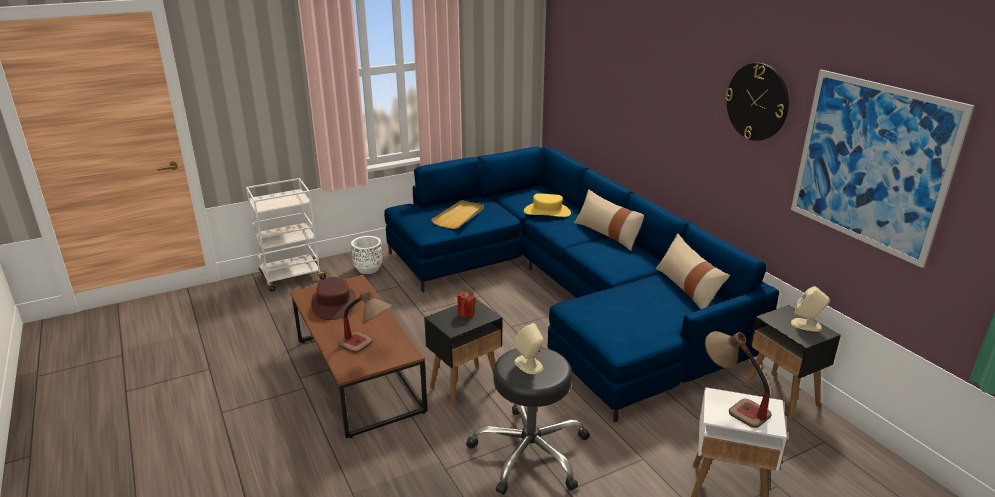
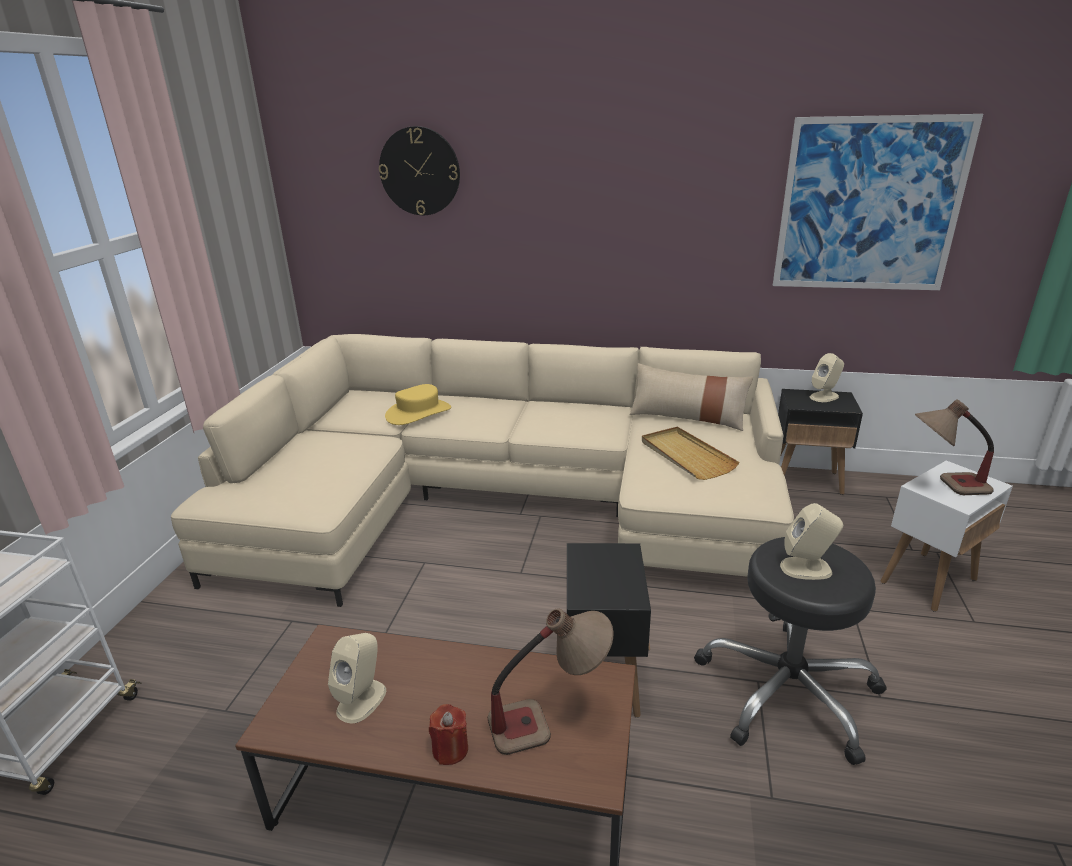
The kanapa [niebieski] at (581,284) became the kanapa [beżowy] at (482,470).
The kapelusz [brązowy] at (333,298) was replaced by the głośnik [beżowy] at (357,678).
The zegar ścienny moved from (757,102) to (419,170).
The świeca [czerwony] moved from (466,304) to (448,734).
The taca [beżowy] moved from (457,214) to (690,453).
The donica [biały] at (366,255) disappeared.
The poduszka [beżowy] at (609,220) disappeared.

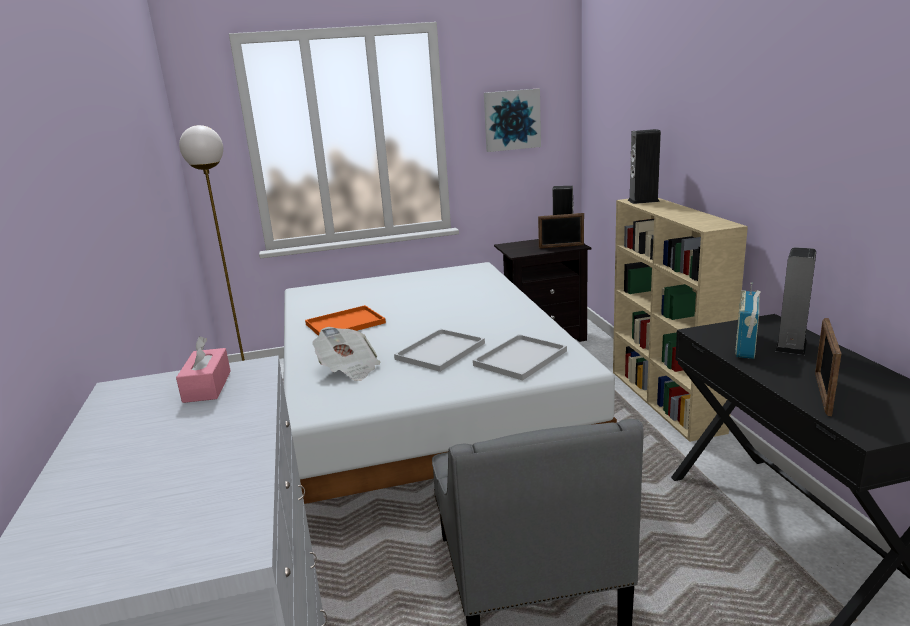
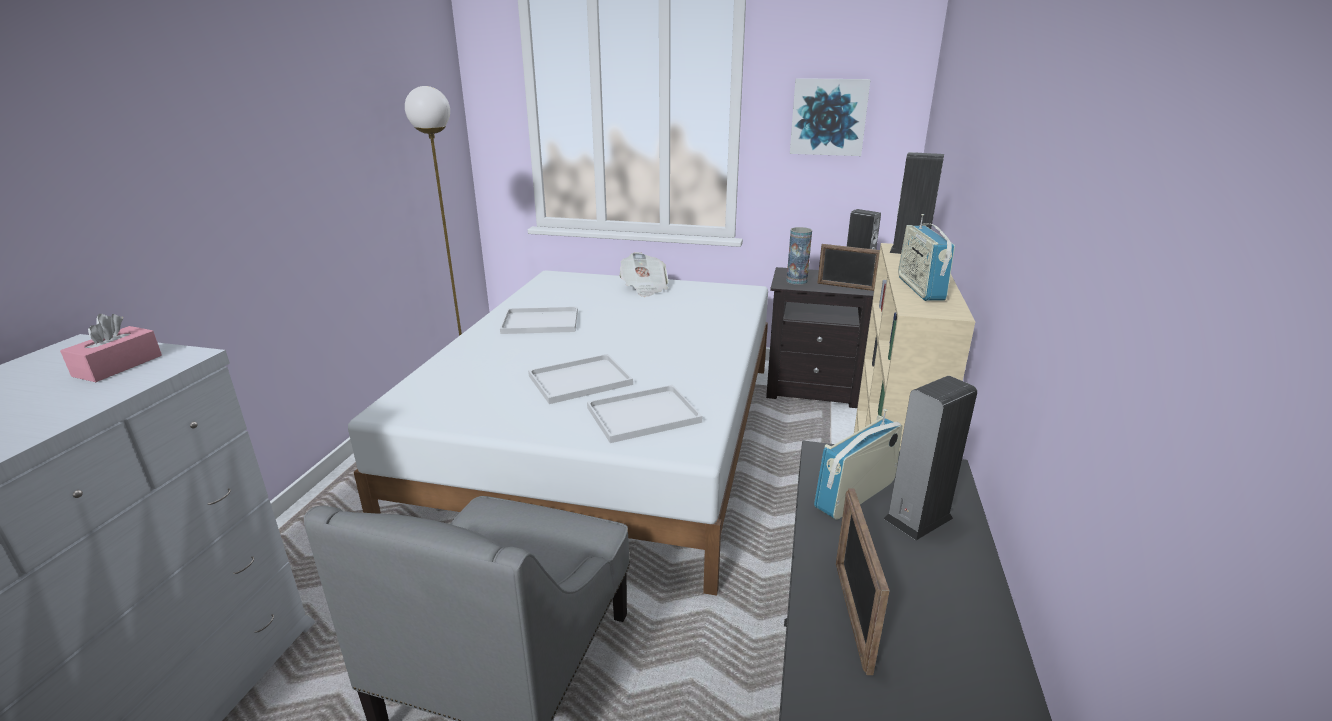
The taca [pomarańczowy] at (345,320) became the taca [biały] at (539,320).
The gazeta moved from (346,354) to (643,274).
The wazon at (799,256) appeared.
The ramka na zdjęcie at (828,367) turned 45 degrees counterclockwise.
The radio at (926,257) appeared.

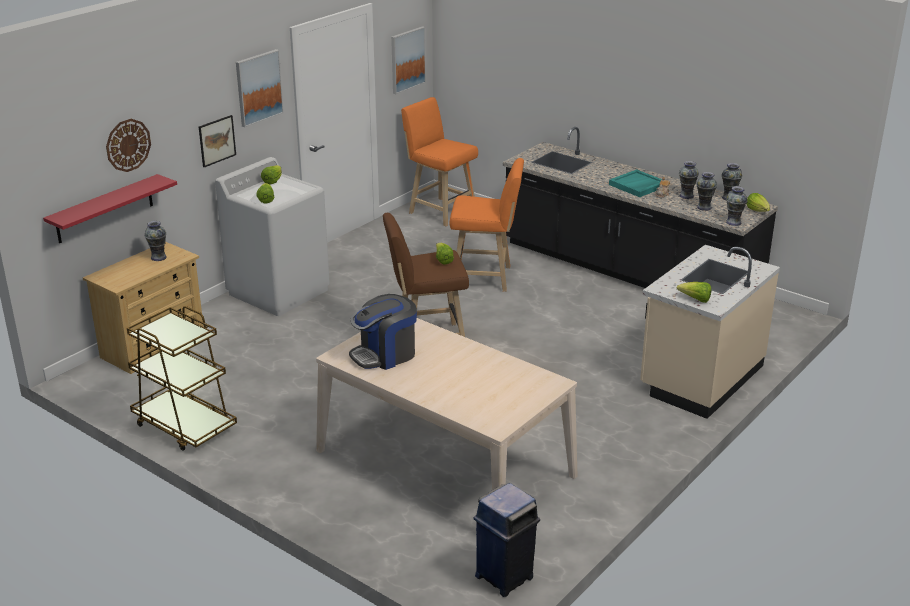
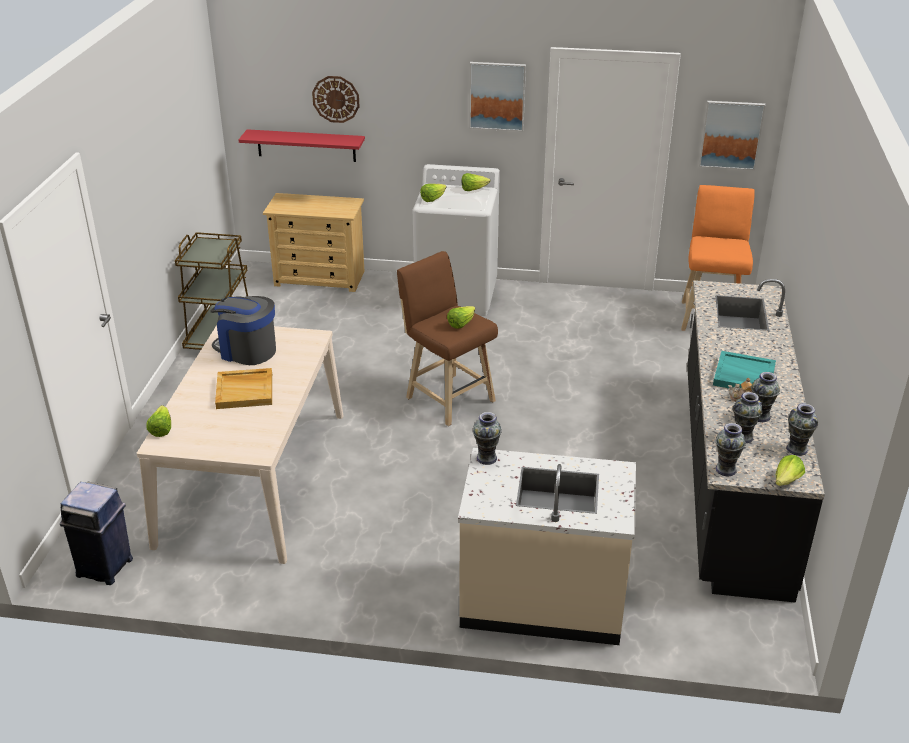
The sałata moved from (693,292) to (158,421).
The taca [beżowy] at (243,388) appeared.
The wazon moved from (156,241) to (487,438).
The obraz at (217,141) disappeared.
The stołek [pomarańczowy] at (486,225) disappeared.

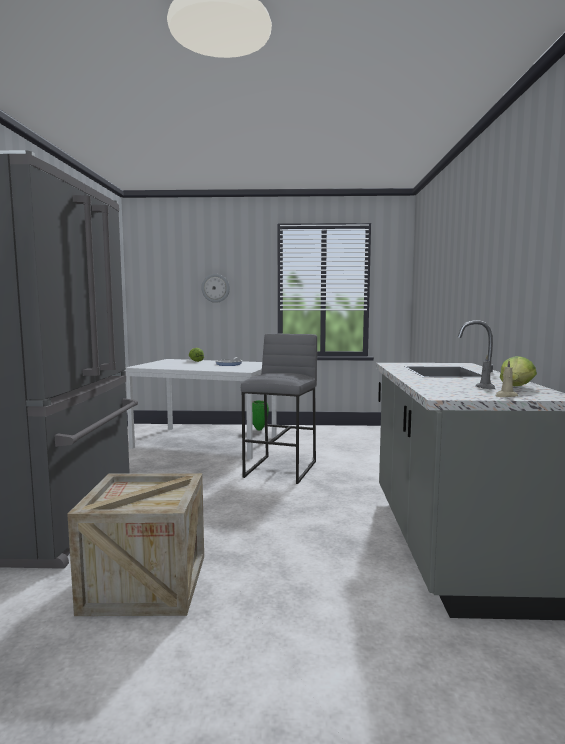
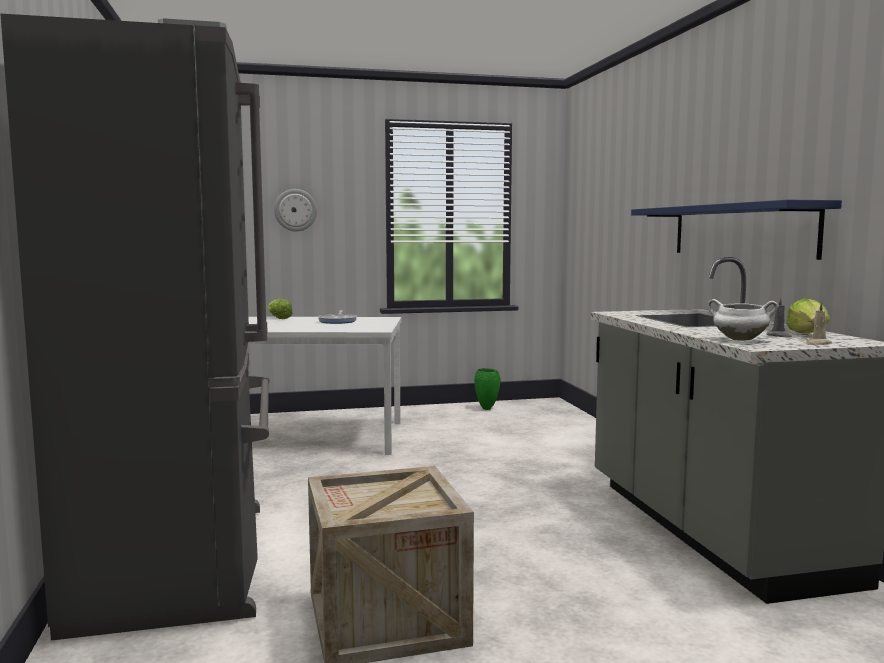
The wazon [zielony] moved from (260,415) to (487,389).
The półka [niebieski] at (736,230) appeared.
The garnek [biały] at (743,320) appeared.
The stołek [szary] at (279,408) disappeared.

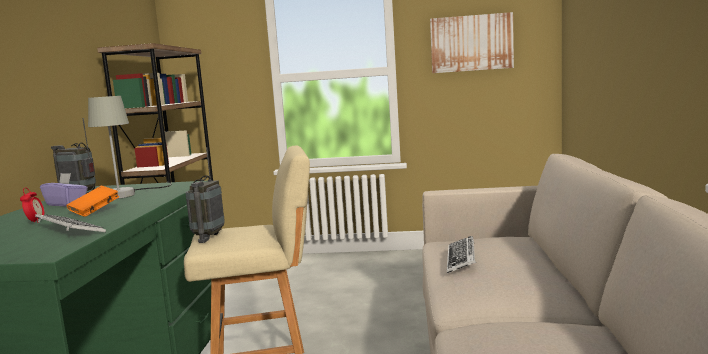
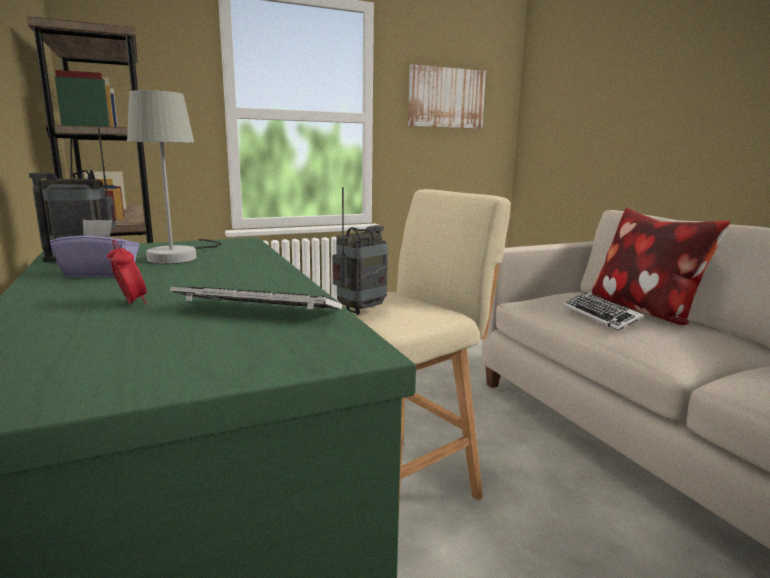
The radio at (205,195) turned 120 degrees counterclockwise.
The poduszka at (660,266) appeared.
The książka [pomarańczowy] at (92,201) disappeared.

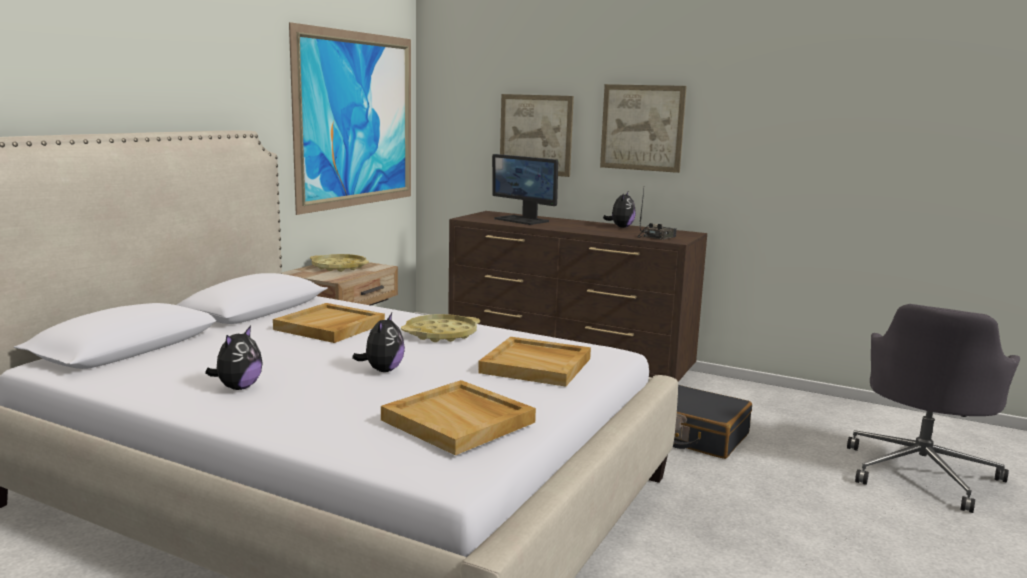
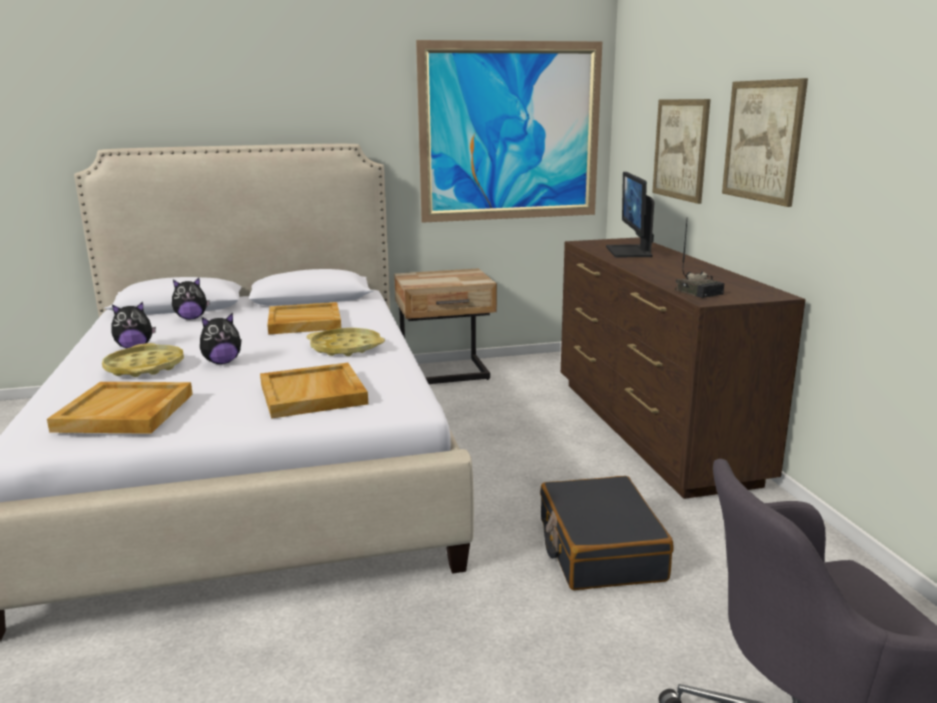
The taca [żółty] moved from (339,263) to (143,360).
The pluszak moved from (619,210) to (191,298).
The radio at (657,215) turned 60 degrees clockwise.

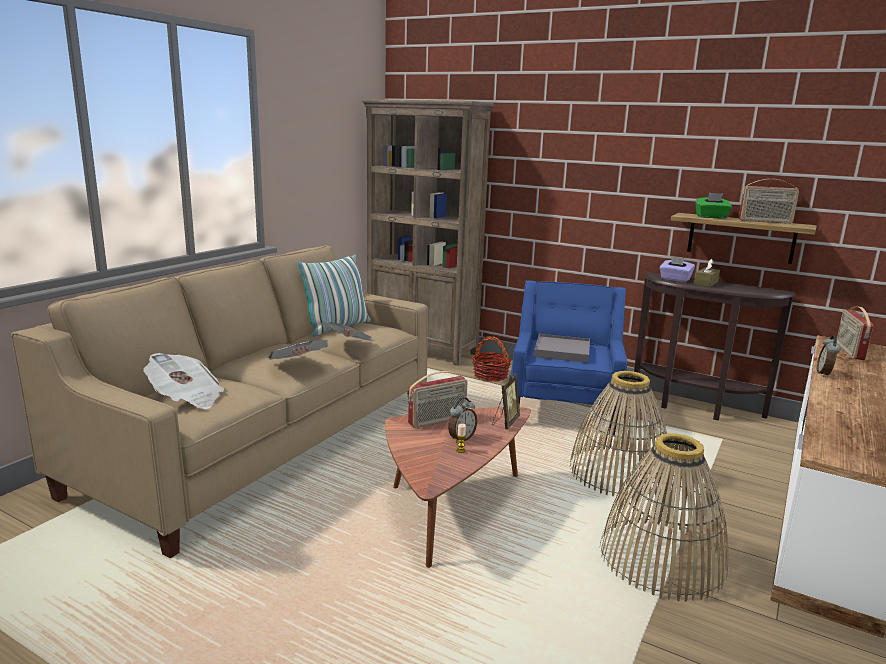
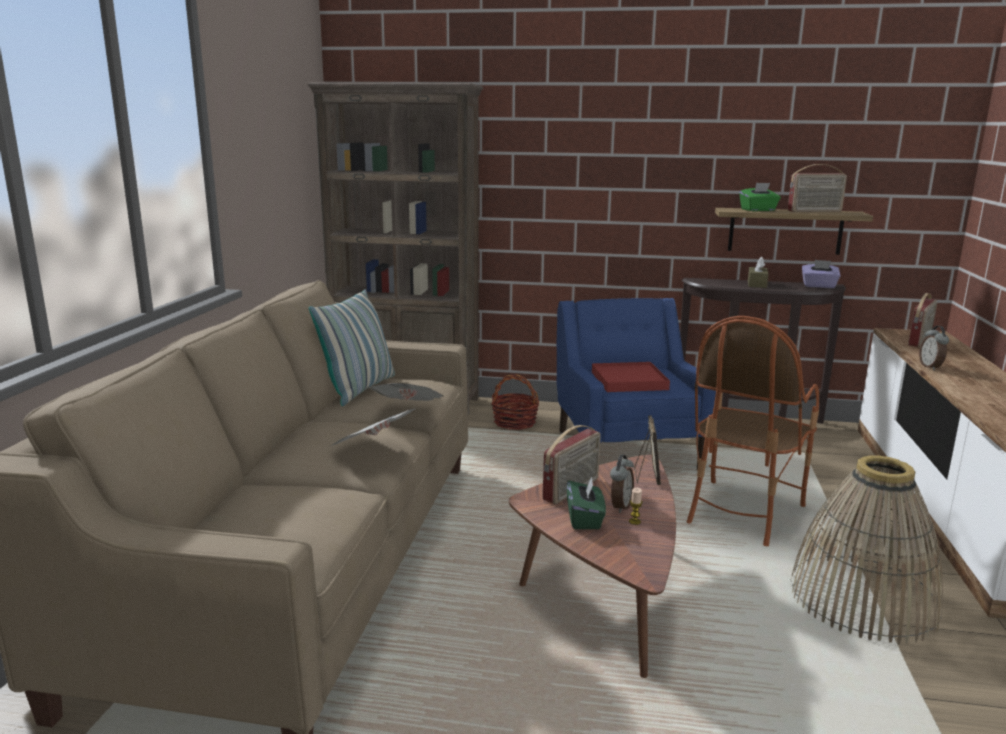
The pudełko chusteczek [zielony] at (586,503) appeared.
The taca [szary] at (562,348) became the taca [czerwony] at (631,377).
The koszyk at (619,434) was replaced by the fotel at (752,431).
The pudełko chusteczek [fioletowy] moved from (677,269) to (821,274).
The radio at (855,333) turned 135 degrees counterclockwise.
The gazeta at (184,381) disappeared.

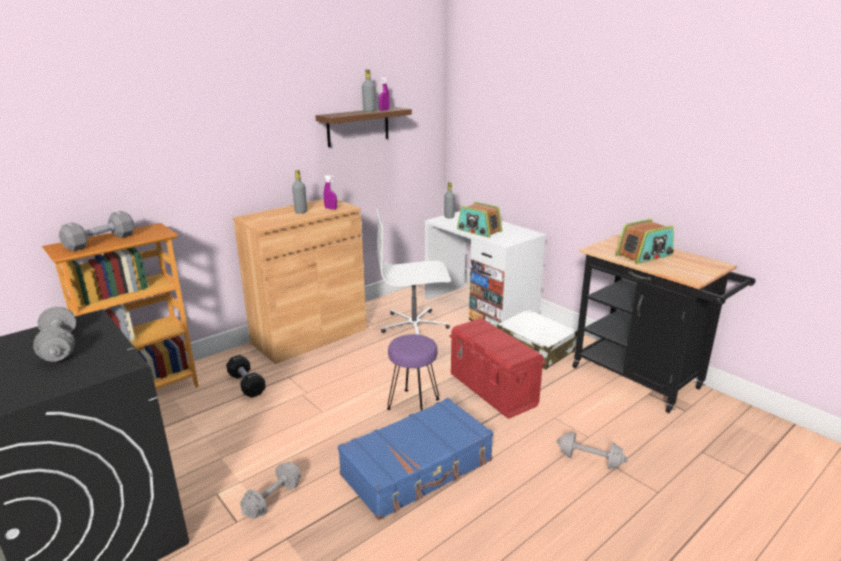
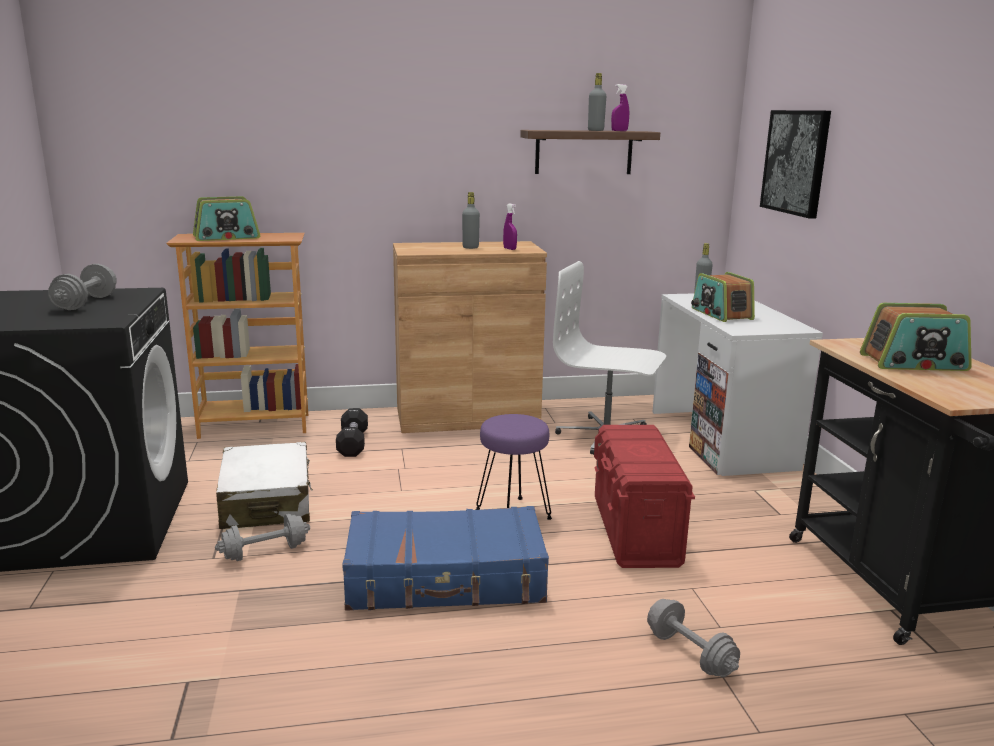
The hantel [szary] at (97,231) was replaced by the radio at (226,218).
The walizka [biały] moved from (537,339) to (264,485).
The obraz at (795,164) appeared.

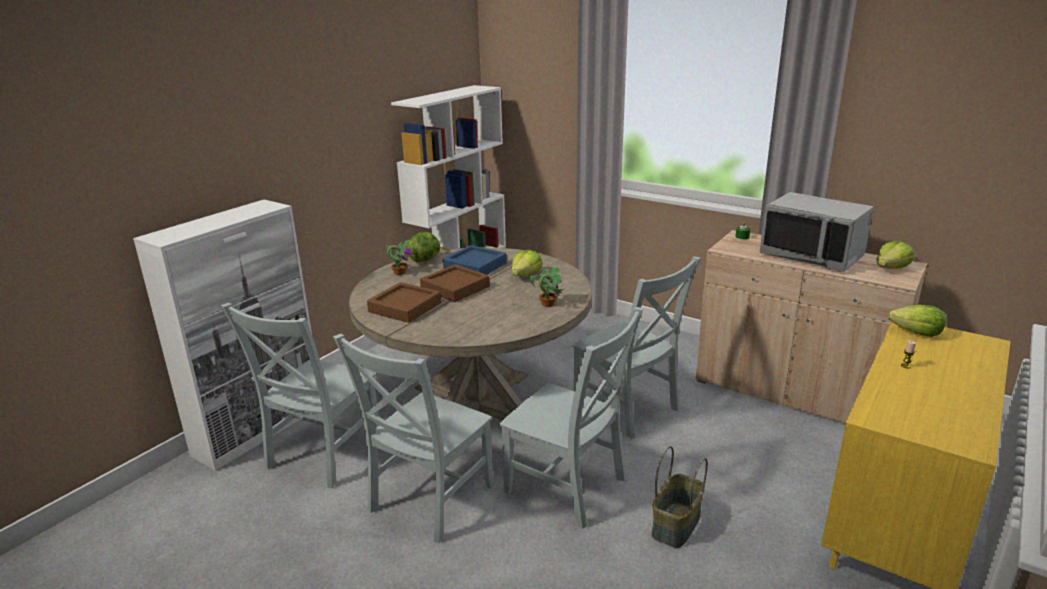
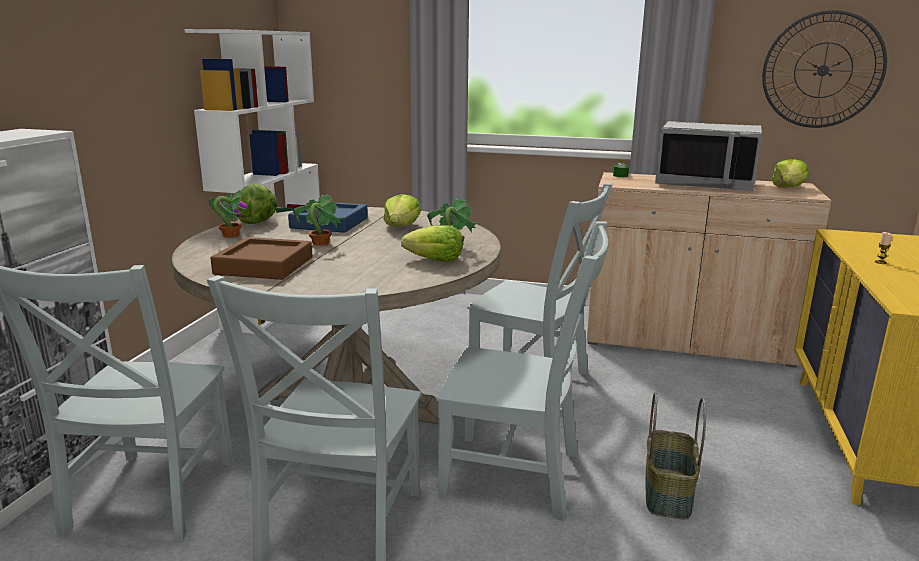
The taca [brązowy] at (455,283) was replaced by the roślina doniczkowa at (318,220).
The sałata moved from (917,321) to (432,243).
The zegar ścienny at (824,69) appeared.

